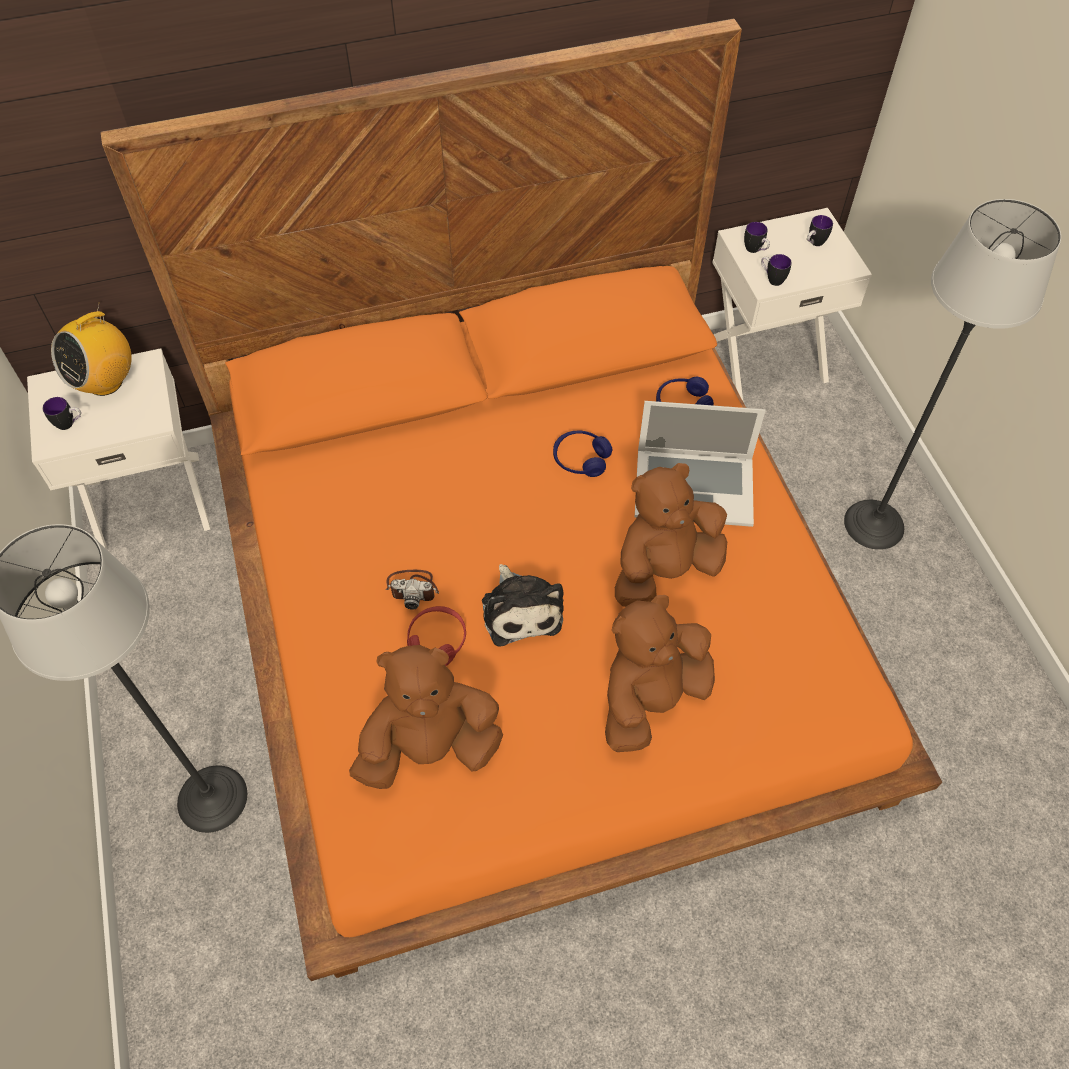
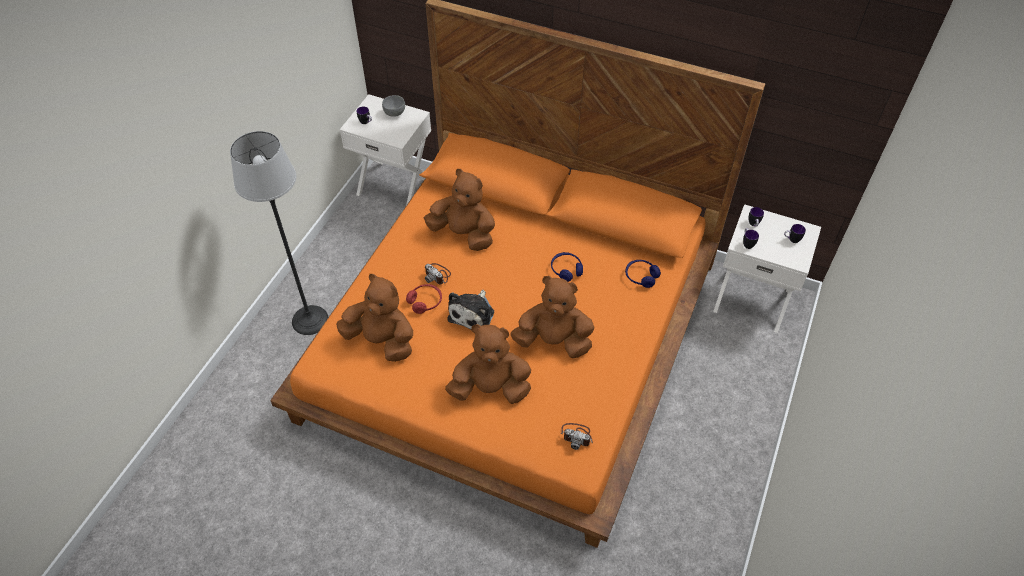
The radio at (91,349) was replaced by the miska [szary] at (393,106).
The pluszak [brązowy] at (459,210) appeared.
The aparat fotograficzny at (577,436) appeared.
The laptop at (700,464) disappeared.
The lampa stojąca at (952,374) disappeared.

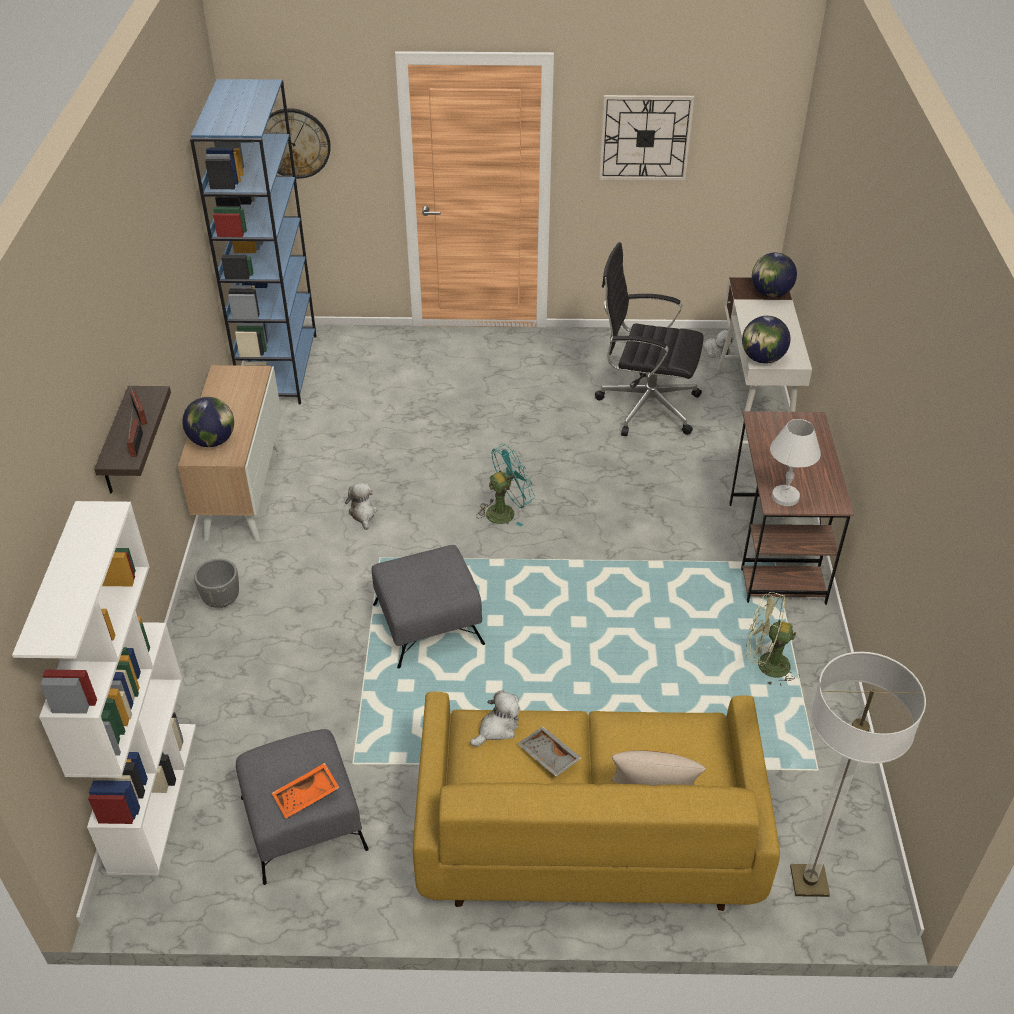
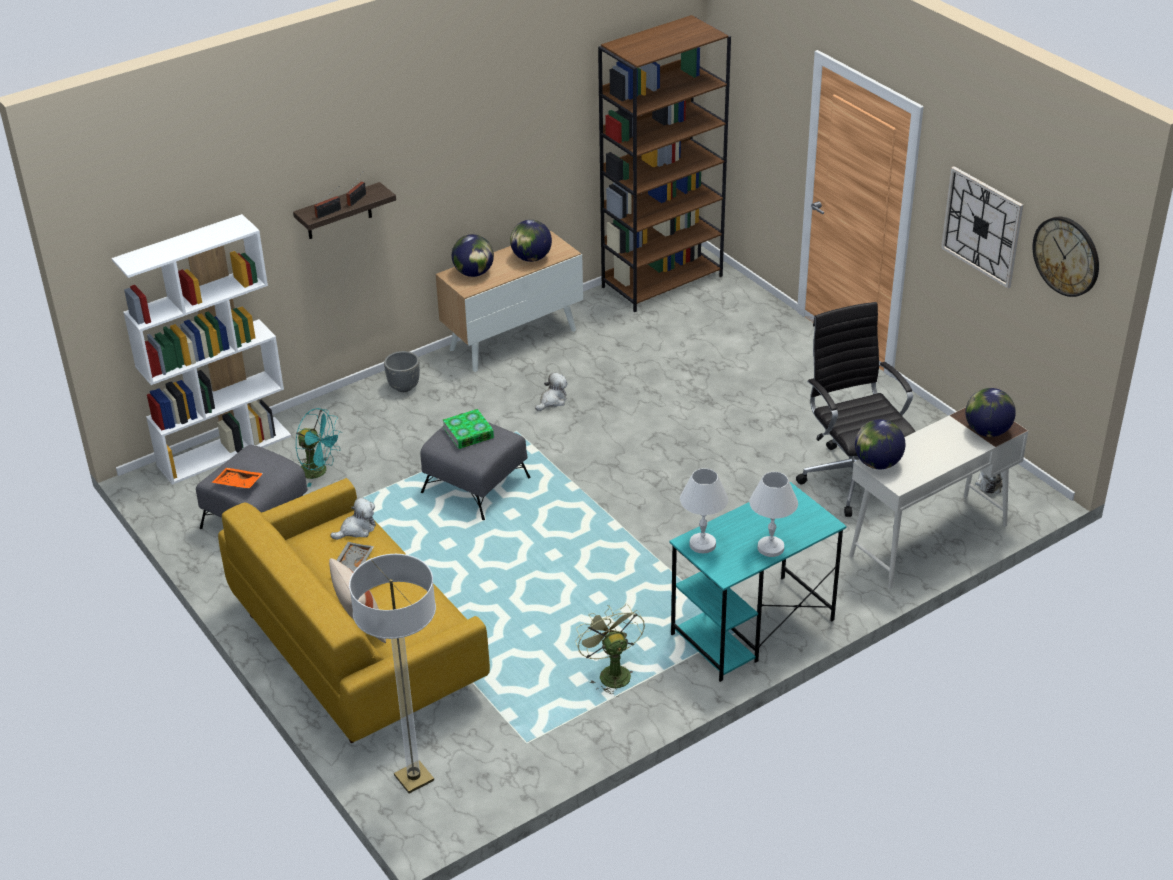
The wentylator [turkusowy] moved from (505,485) to (319,447).
The pluszak at (495,718) turned 45 degrees counterclockwise.
The książka at (468,429) appeared.
The globus at (531,241) appeared.
The regał [niebieski] at (253,241) became the regał [brązowy] at (664,163).
The biurko [brązowy] at (791,508) became the biurko [turkusowy] at (757,582).
The lampa stołowa [biały] at (773,514) appeared.
The zegar ścienny moved from (297,143) to (1065,257).

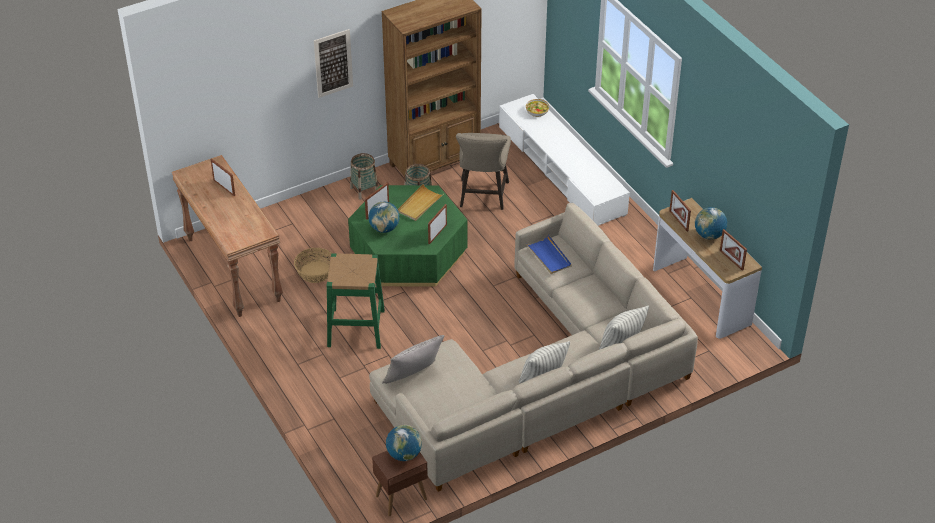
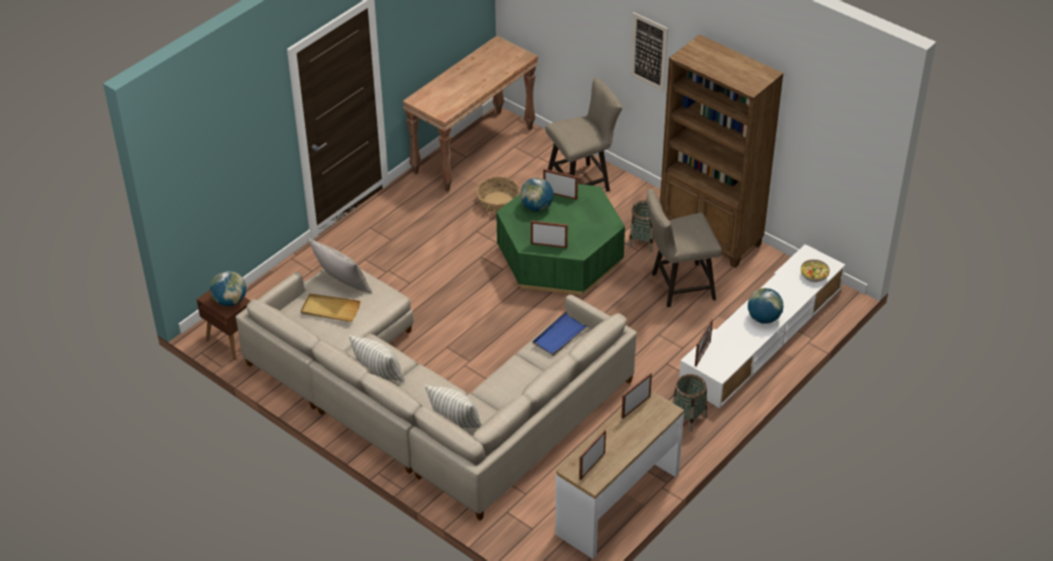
The taca [beżowy] moved from (421,202) to (331,307).
The stołek [beżowy] at (584,134) appeared.
The koszyk moved from (364,176) to (689,403).
The ramka na zdjęcie moved from (223,177) to (704,342).
The globus moved from (711,223) to (765,306).
The stołek [zielony] at (356,301) disappeared.

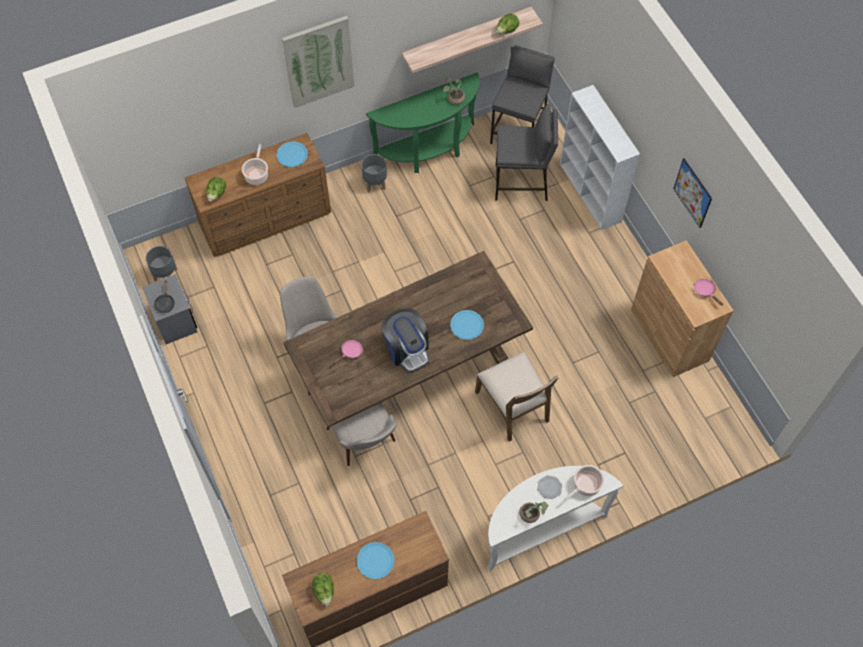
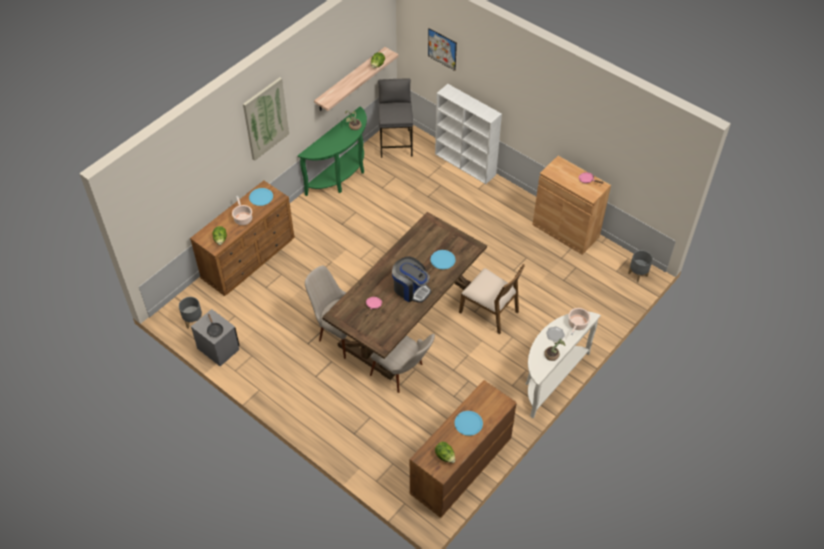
The obraz moved from (692,193) to (442,49).
The donica [szary] moved from (374,173) to (640,266).
The stołek [szary] at (526,152) disappeared.

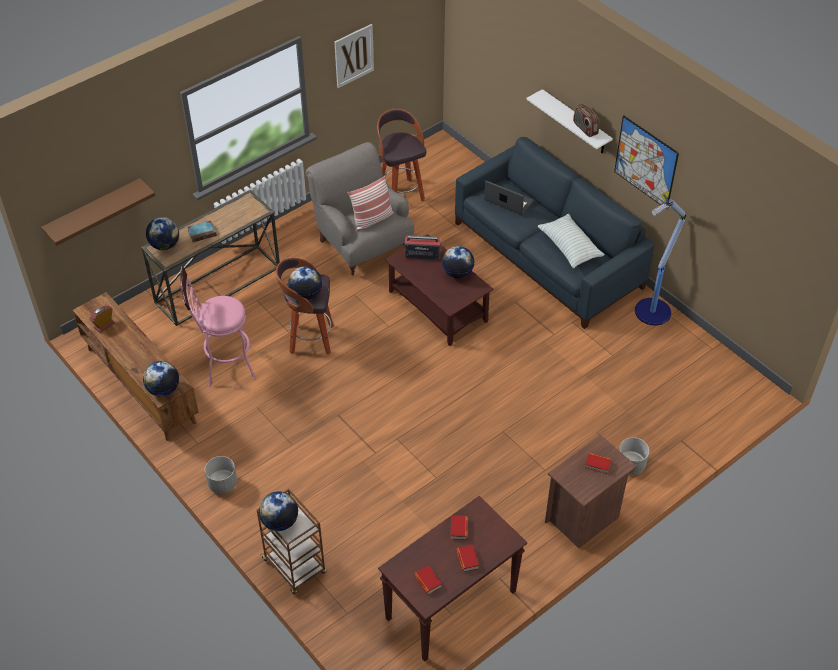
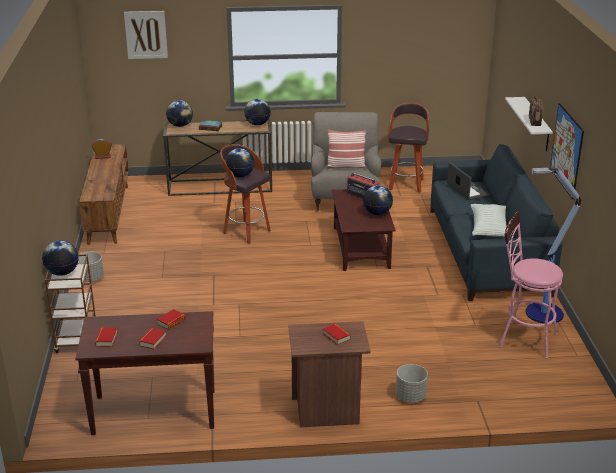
The obraz moved from (354,56) to (146,35).
The globus moved from (161,379) to (257,112).
The stołek [różowy] moved from (218,326) to (531,285).
The półka [brązowy] at (98,212) disappeared.

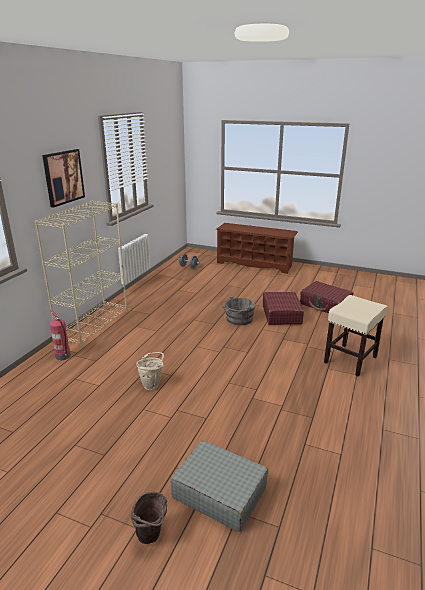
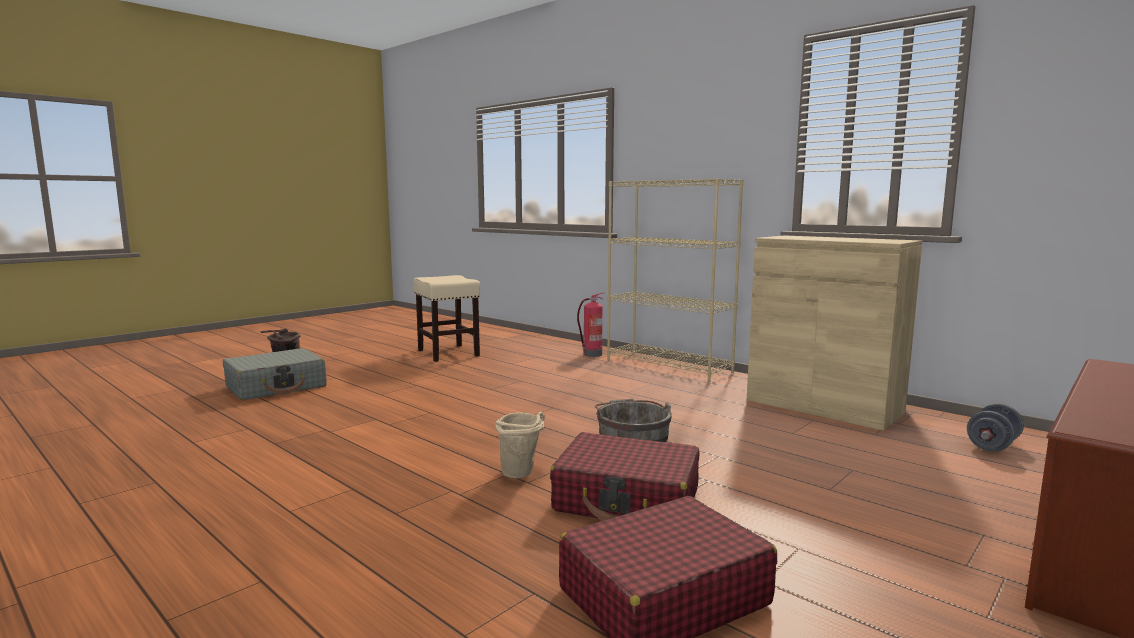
The stołek [beżowy] moved from (356,335) to (446,318).
The wiadro [beżowy] moved from (150,371) to (520,445).
The szafka [beżowy] at (834,333) appeared.
The obraz at (63,178) disappeared.

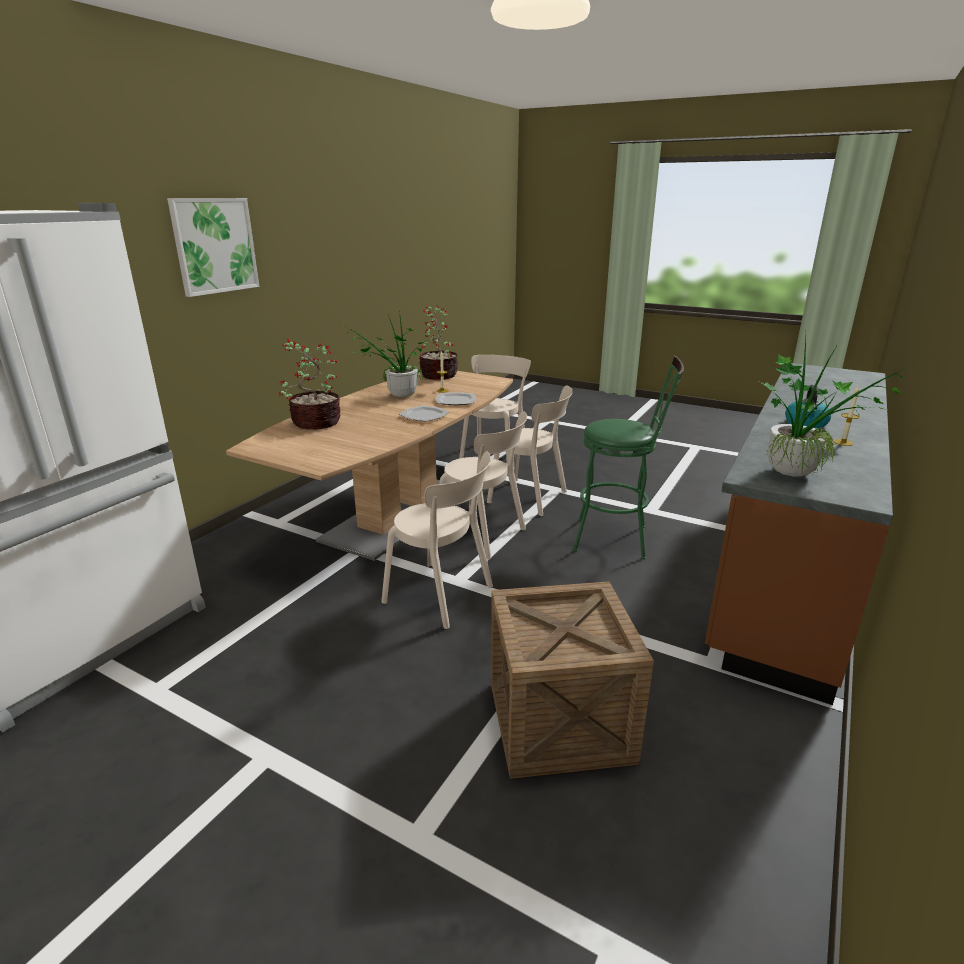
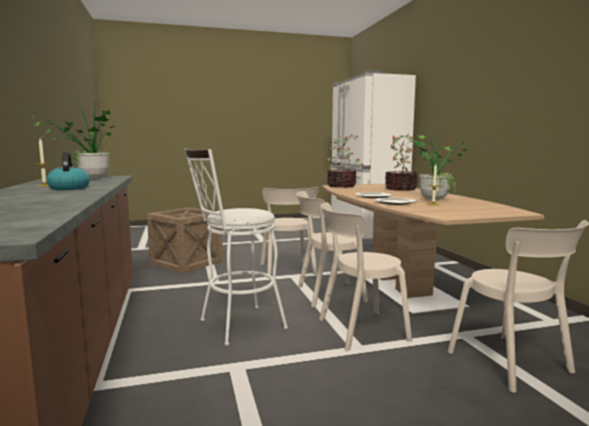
The stołek [zielony] at (628,458) became the stołek [biały] at (236,247).
The krzesło [beżowy] at (437,540) turned 90 degrees counterclockwise.
The roślina doniczkowa moved from (438,342) to (344,161).
The obraz at (213,247) disappeared.

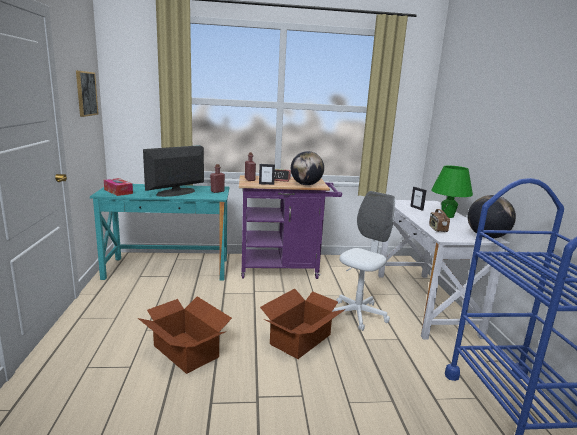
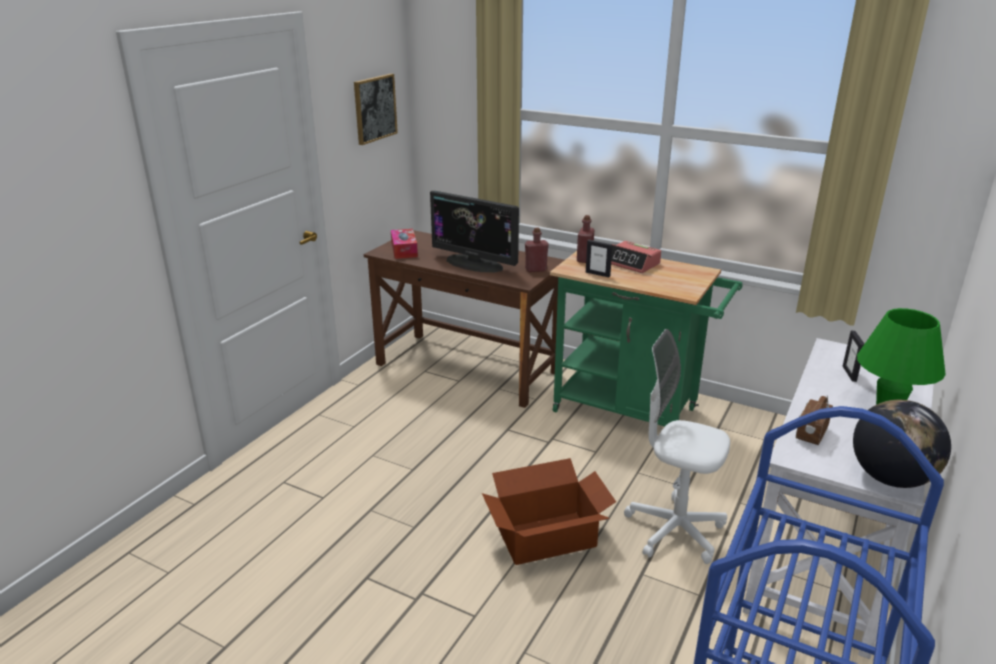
The biurko [turkusowy] at (159,232) became the biurko [brązowy] at (464,319).
The monitor at (173,171) turned 135 degrees counterclockwise.
The wózek [fioletowy] at (290,227) became the wózek [zielony] at (646,338).
The krzesło biurowe [biały] at (363,261) turned 135 degrees counterclockwise.
The karton at (185,335) disappeared.
The globus at (307,168) disappeared.

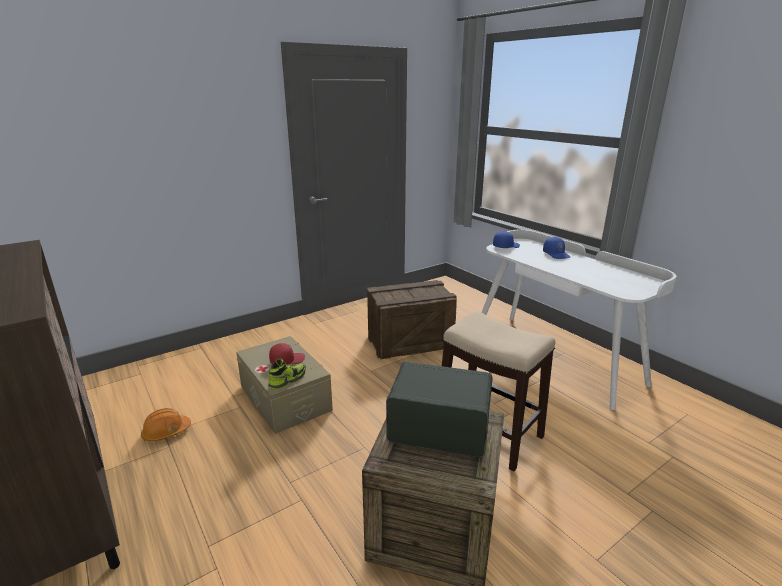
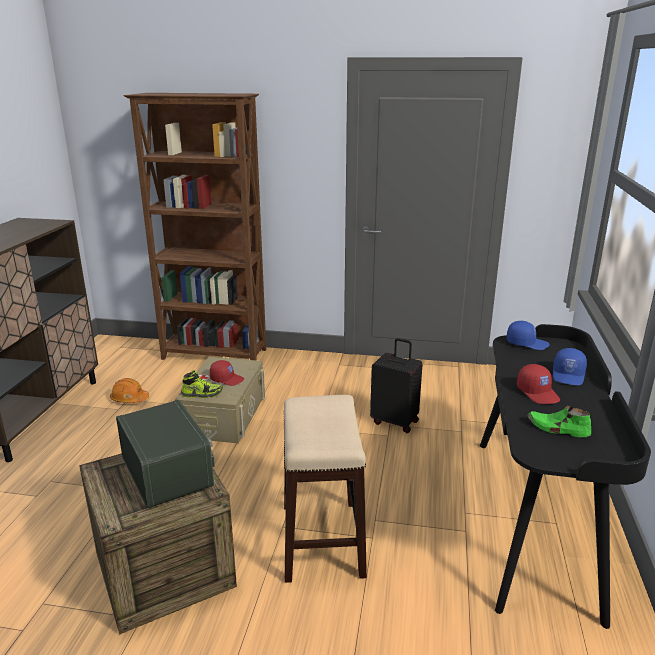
The regał [brązowy] at (195,227) appeared.
The skrzynka at (412,319) was replaced by the walizka [czarny] at (396,385).
The biurko [biały] at (579,320) became the biurko [czarny] at (565,476).
The czapka z daszkiem [czerwony] at (538,384) appeared.
The but [zielony] at (559,421) appeared.

